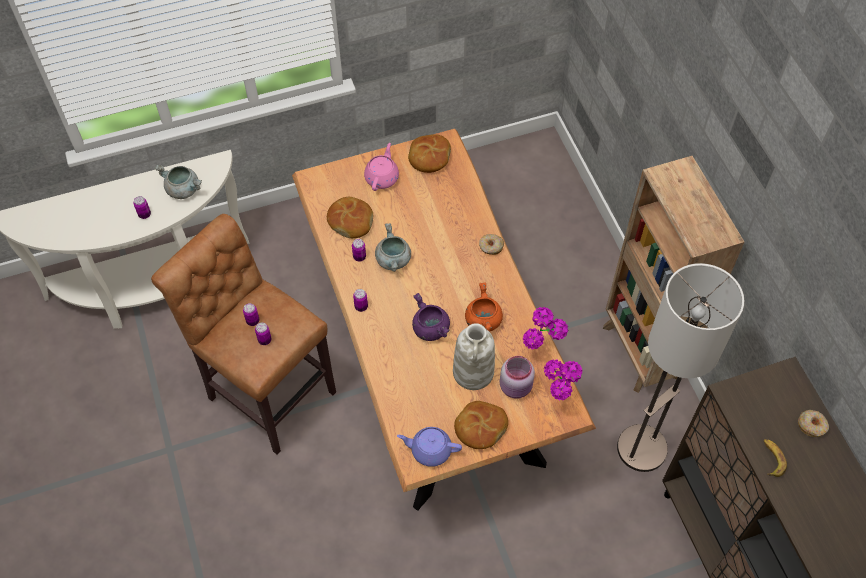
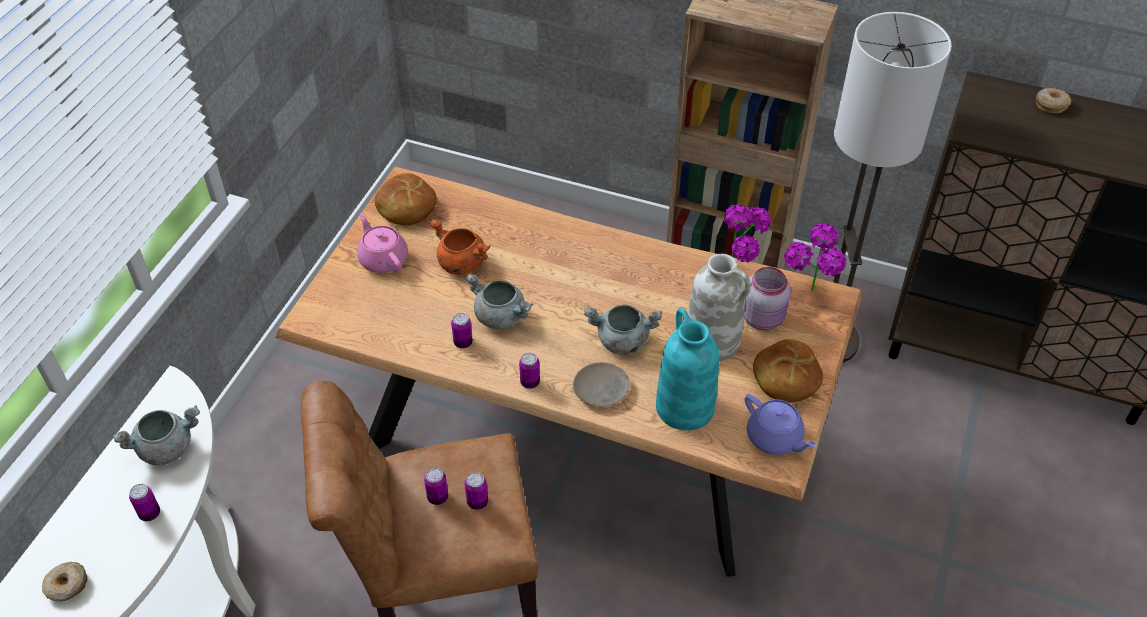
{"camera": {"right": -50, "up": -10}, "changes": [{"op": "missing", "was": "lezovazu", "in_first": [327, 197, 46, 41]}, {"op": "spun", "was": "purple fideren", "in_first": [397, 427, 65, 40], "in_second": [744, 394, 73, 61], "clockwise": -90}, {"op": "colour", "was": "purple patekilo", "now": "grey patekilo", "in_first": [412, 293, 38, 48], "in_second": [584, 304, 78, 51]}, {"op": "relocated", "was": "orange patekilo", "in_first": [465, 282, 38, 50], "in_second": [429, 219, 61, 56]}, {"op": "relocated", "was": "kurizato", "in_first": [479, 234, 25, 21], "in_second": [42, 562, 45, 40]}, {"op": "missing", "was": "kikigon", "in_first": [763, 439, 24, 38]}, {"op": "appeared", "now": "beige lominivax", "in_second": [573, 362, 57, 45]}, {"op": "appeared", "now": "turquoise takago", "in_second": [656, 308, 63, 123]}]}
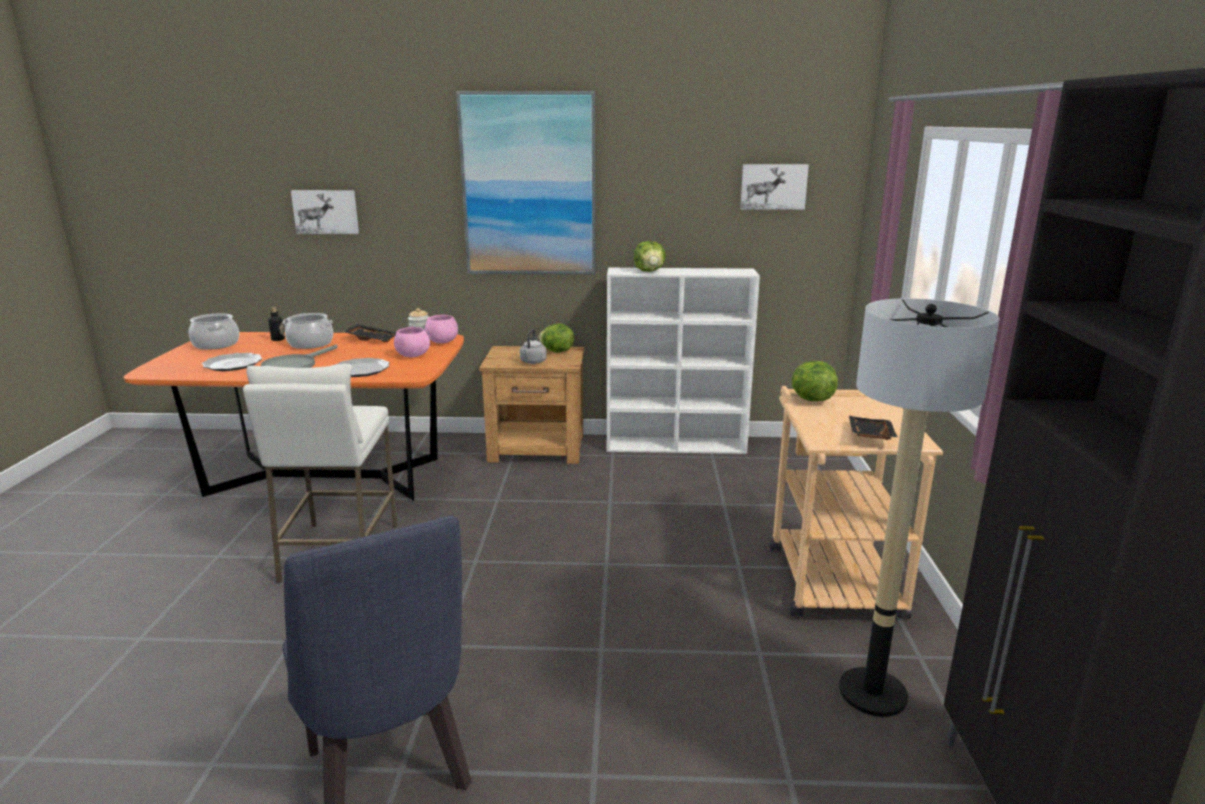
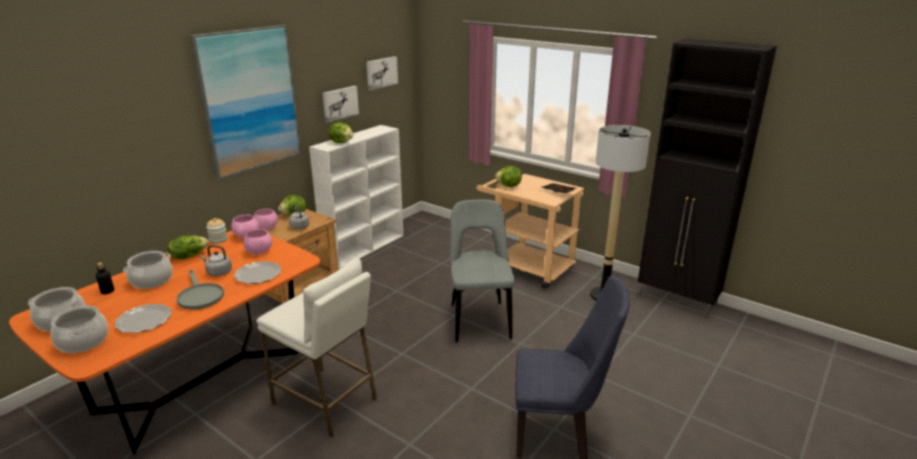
{"camera": {"right": -55, "up": 5}, "changes": [{"op": "relocated", "was": "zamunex", "in_first": [291, 190, 68, 44], "in_second": [323, 86, 36, 36]}, {"op": "exchanged", "was": "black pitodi", "now": "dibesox", "in_first": [343, 324, 53, 18], "in_second": [168, 235, 41, 24]}, {"op": "appeared", "now": "patekilo", "in_second": [50, 306, 58, 48]}, {"op": "appeared", "now": "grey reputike", "in_second": [201, 245, 31, 31]}, {"op": "appeared", "now": "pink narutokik", "in_second": [254, 209, 24, 21]}, {"op": "appeared", "now": "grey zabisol", "in_second": [450, 200, 65, 142]}]}
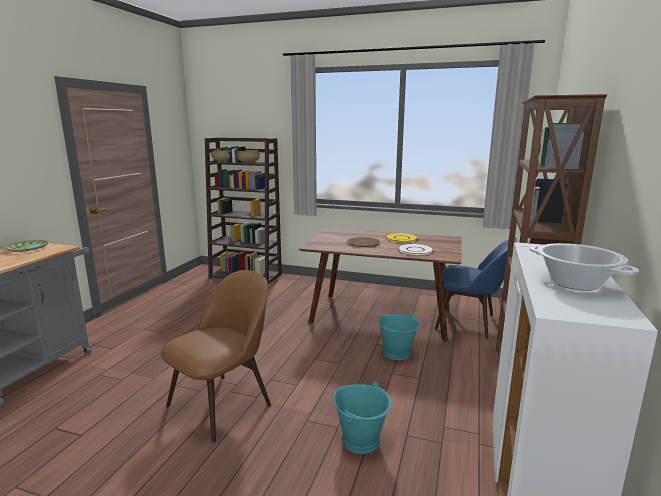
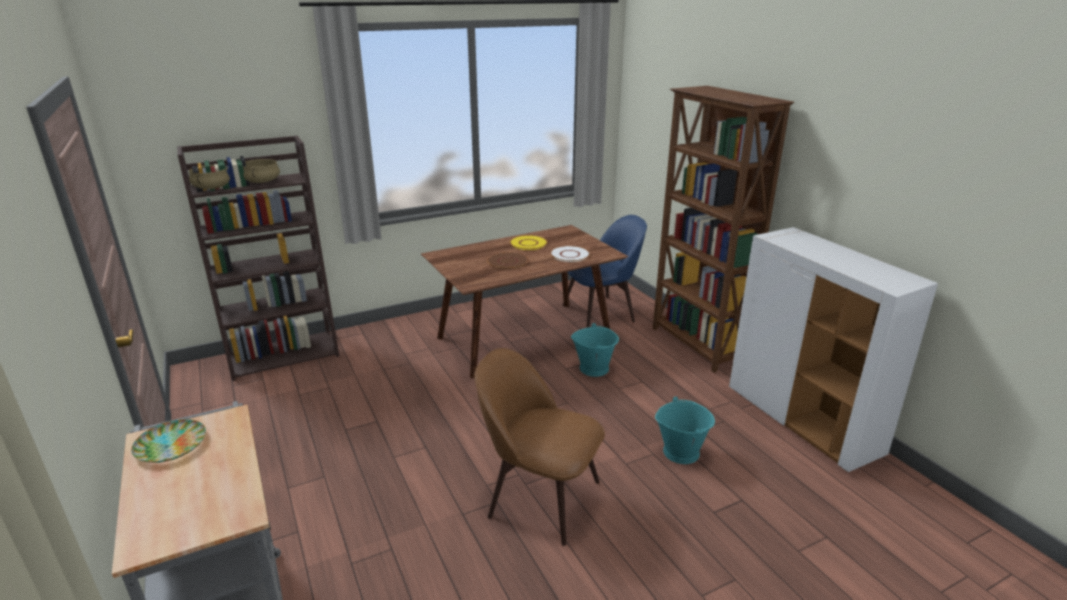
{"camera": {"right": -45, "up": 10}, "changes": [{"op": "spun", "was": "brown zabisol", "in_first": [160, 270, 111, 173], "in_second": [474, 348, 131, 198], "clockwise": -60}, {"op": "missing", "was": "patekilo", "in_first": [530, 243, 109, 48]}]}
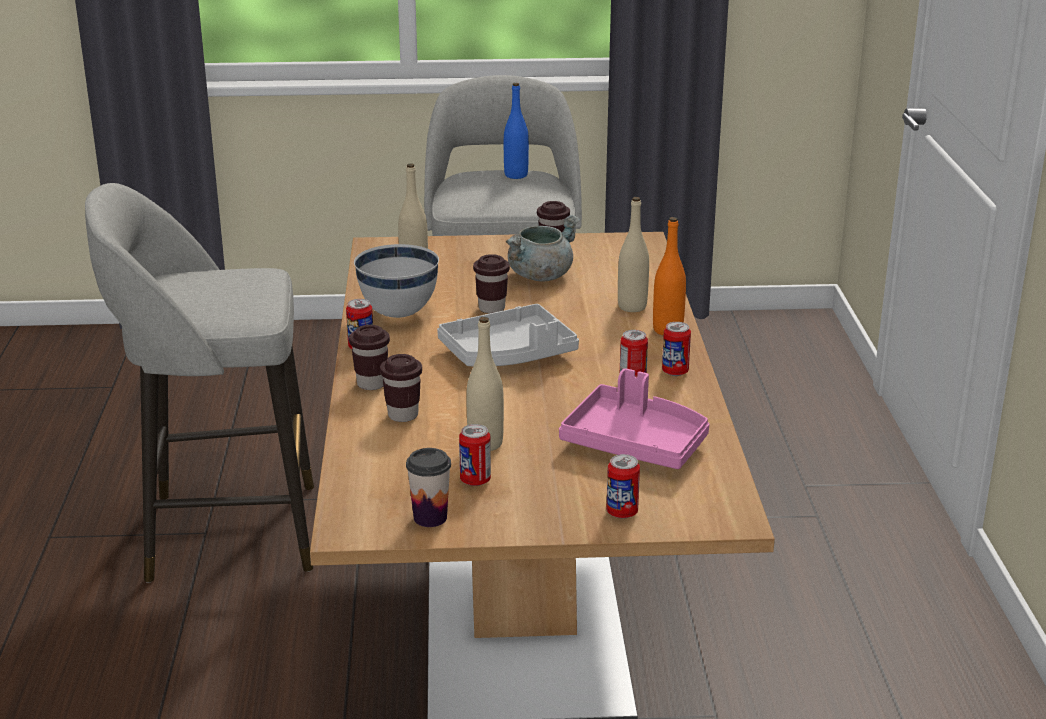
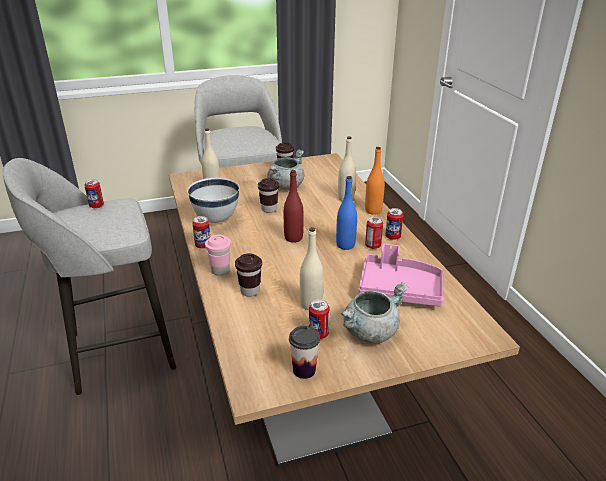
{"camera": {"right": -15, "up": 5}, "changes": [{"op": "colour", "was": "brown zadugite", "now": "pink zadugite", "in_first": [349, 325, 41, 65], "in_second": [205, 235, 26, 41]}, {"op": "exchanged", "was": "grey pitodi", "now": "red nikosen", "in_first": [437, 304, 142, 62], "in_second": [284, 170, 20, 73]}, {"op": "relocated", "was": "blue nikosen", "in_first": [504, 83, 25, 96], "in_second": [336, 176, 21, 74]}, {"op": "relocated", "was": "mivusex", "in_first": [606, 454, 34, 65], "in_second": [84, 179, 20, 29]}, {"op": "appeared", "now": "grey patekilo", "in_second": [341, 282, 67, 62]}]}
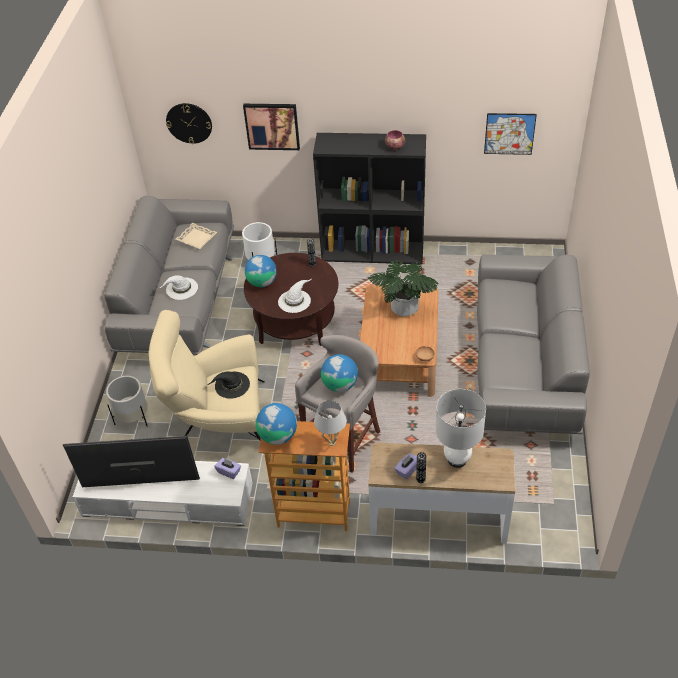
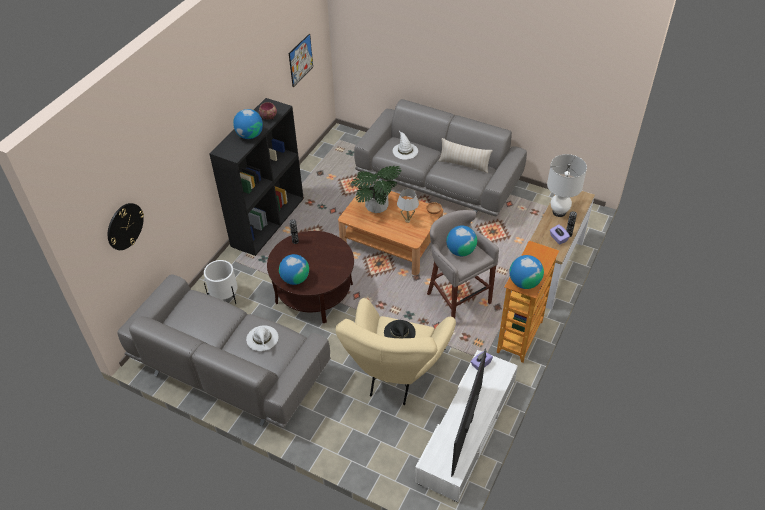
{"camera": {"right": -70, "up": 0}, "changes": [{"op": "missing", "was": "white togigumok", "in_first": [106, 376, 42, 50]}, {"op": "missing", "was": "beige pitodi", "in_first": [176, 223, 41, 26]}, {"op": "missing", "was": "zamunex", "in_first": [243, 104, 57, 46]}, {"op": "relocated", "was": "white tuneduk", "in_first": [278, 279, 33, 34], "in_second": [393, 131, 25, 29]}, {"op": "relocated", "was": "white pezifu", "in_first": [314, 400, 33, 46], "in_second": [397, 189, 22, 34]}, {"op": "appeared", "now": "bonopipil", "in_second": [233, 109, 30, 30]}, {"op": "appeared", "now": "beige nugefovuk", "in_second": [438, 138, 55, 35]}]}
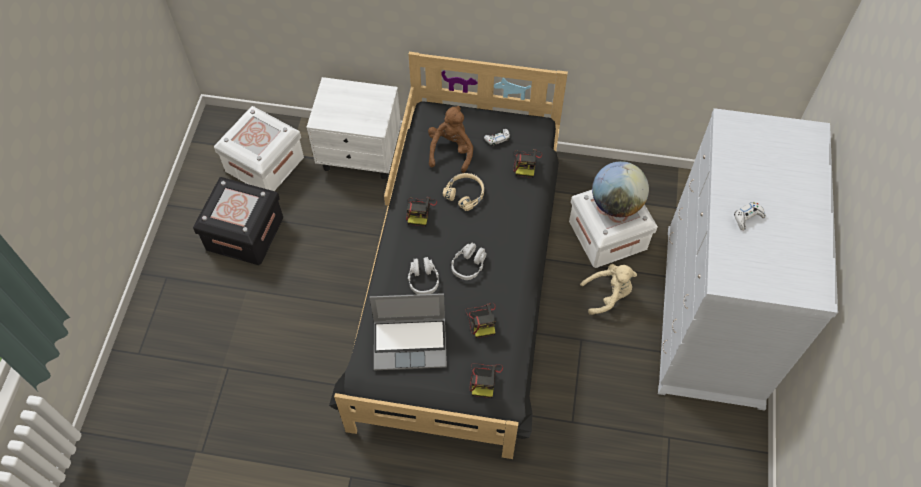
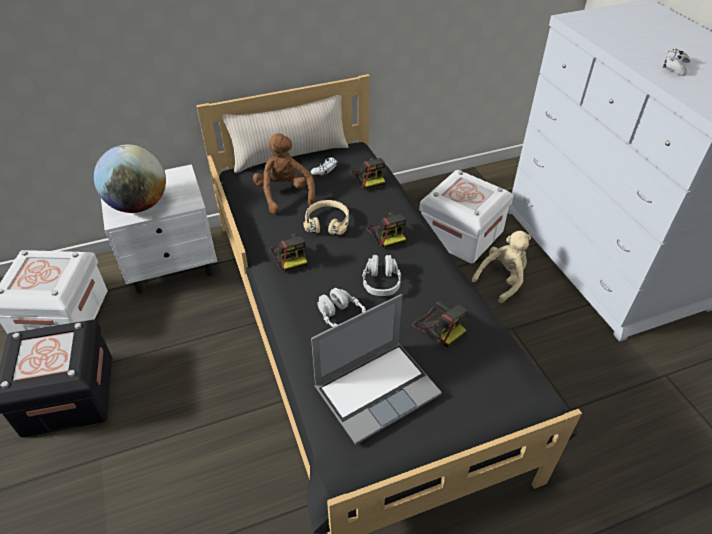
{"camera": {"right": -30, "up": -15}, "changes": [{"op": "relocated", "was": "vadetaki", "in_first": [469, 363, 34, 35], "in_second": [366, 212, 40, 37]}, {"op": "relocated", "was": "bonopipil", "in_first": [592, 161, 57, 56], "in_second": [94, 145, 72, 68]}, {"op": "appeared", "now": "beige nugefovuk", "in_second": [222, 95, 127, 78]}]}
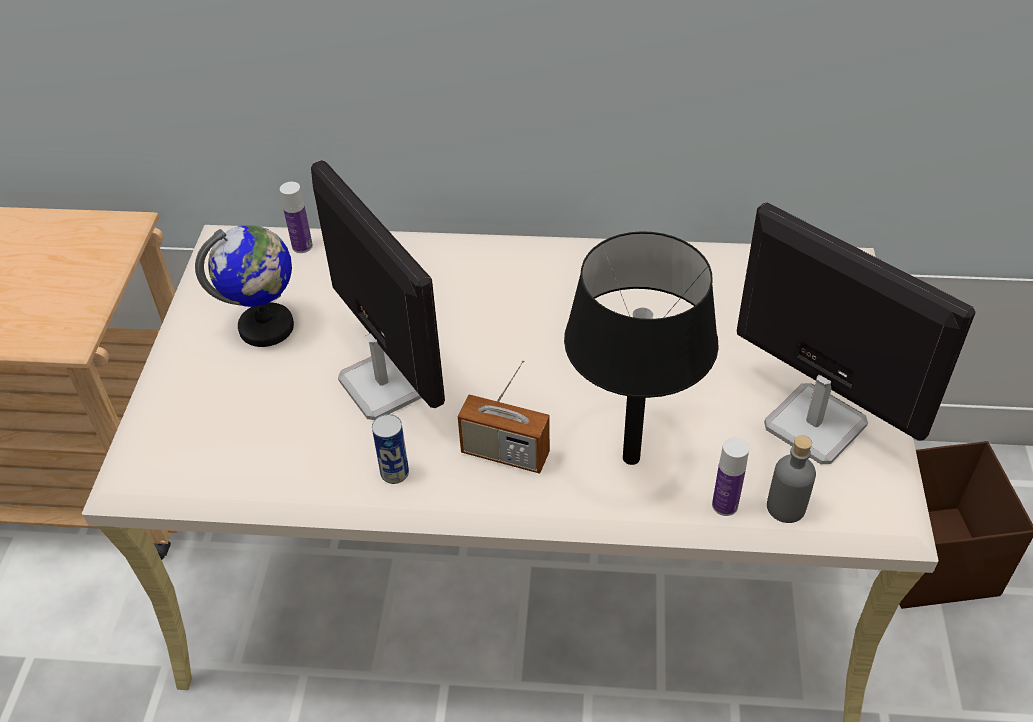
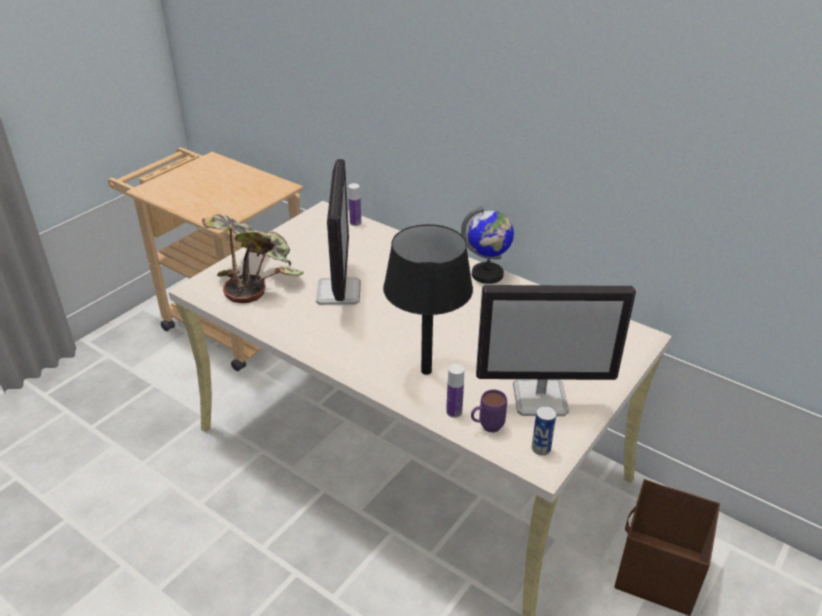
{"camera": {"right": 30, "up": -10}, "changes": [{"op": "relocated", "was": "bonopipil", "in_first": [195, 225, 99, 122], "in_second": [461, 206, 53, 78]}, {"op": "relocated", "was": "mivusex", "in_first": [372, 414, 37, 70], "in_second": [532, 406, 25, 50]}, {"op": "missing", "was": "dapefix", "in_first": [458, 360, 92, 114]}, {"op": "spun", "was": "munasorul", "in_first": [737, 202, 239, 262], "in_second": [476, 285, 160, 131], "clockwise": 105}, {"op": "exchanged", "was": "grey nikosen", "now": "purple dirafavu", "in_first": [767, 435, 49, 88], "in_second": [471, 390, 36, 43]}, {"op": "appeared", "now": "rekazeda", "in_second": [202, 214, 102, 89]}]}
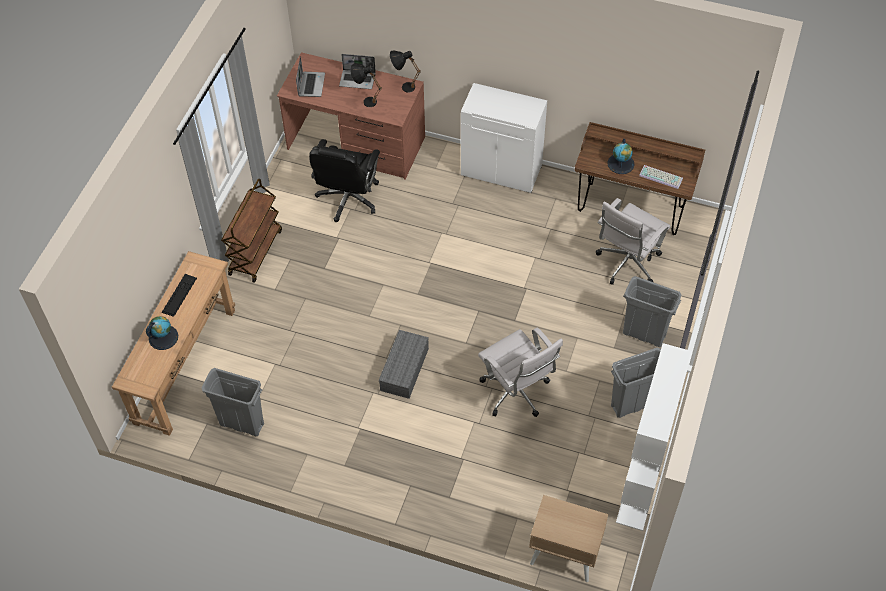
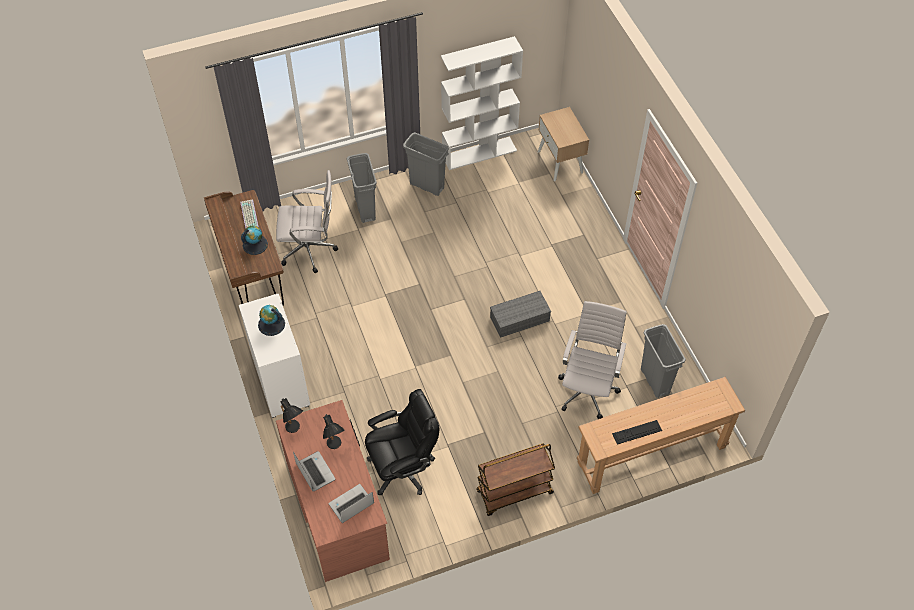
{"camera": {"right": -130, "up": 0}, "changes": [{"op": "relocated", "was": "bonopipil", "in_first": [146, 316, 32, 34], "in_second": [258, 305, 27, 31]}, {"op": "relocated", "was": "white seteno", "in_first": [478, 327, 85, 90], "in_second": [558, 301, 69, 118]}]}
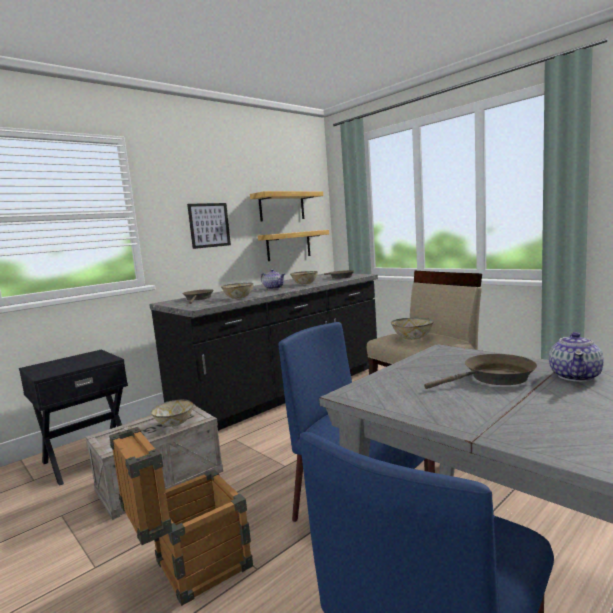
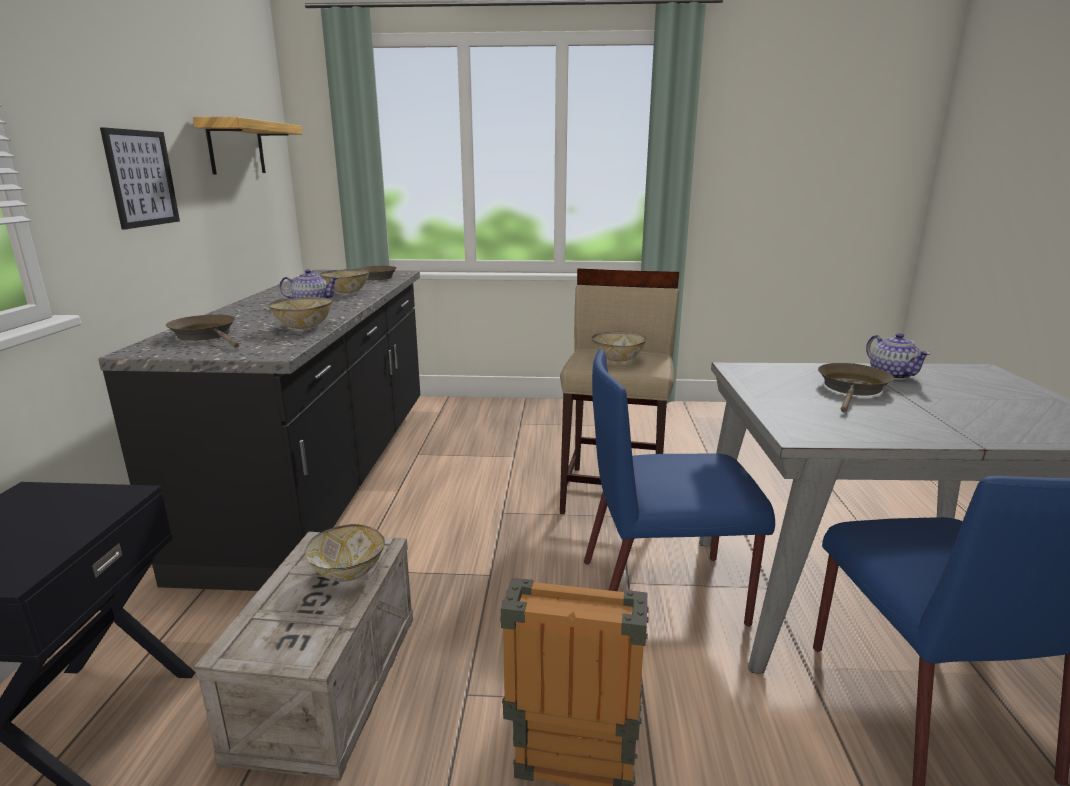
{"camera": {"right": -45, "up": 10}, "changes": [{"op": "missing", "was": "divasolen", "in_first": [258, 230, 71, 31]}]}
